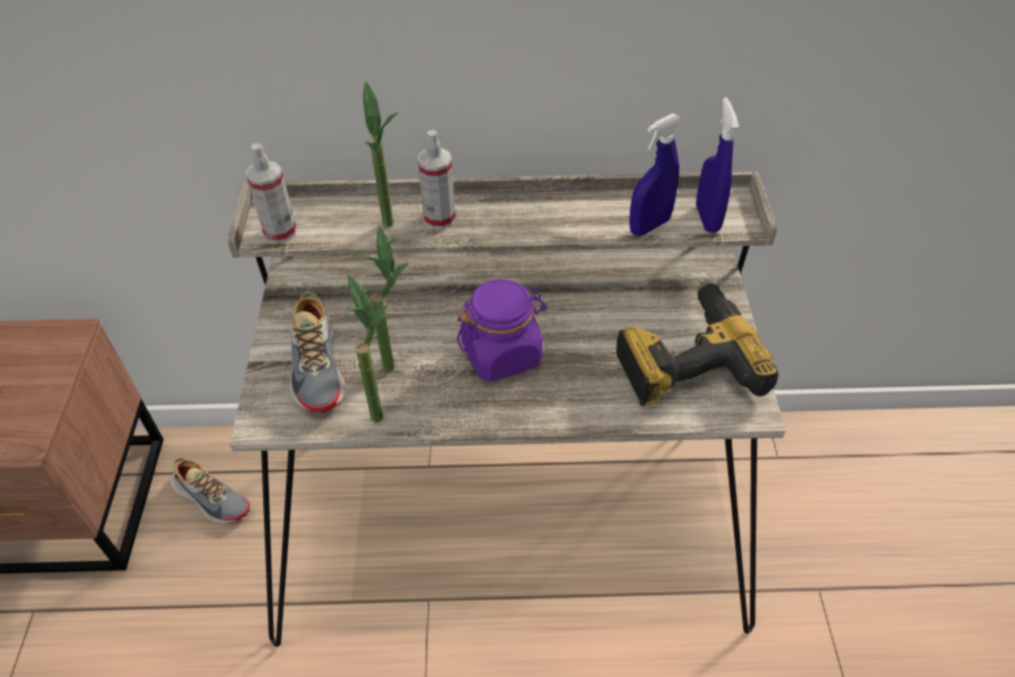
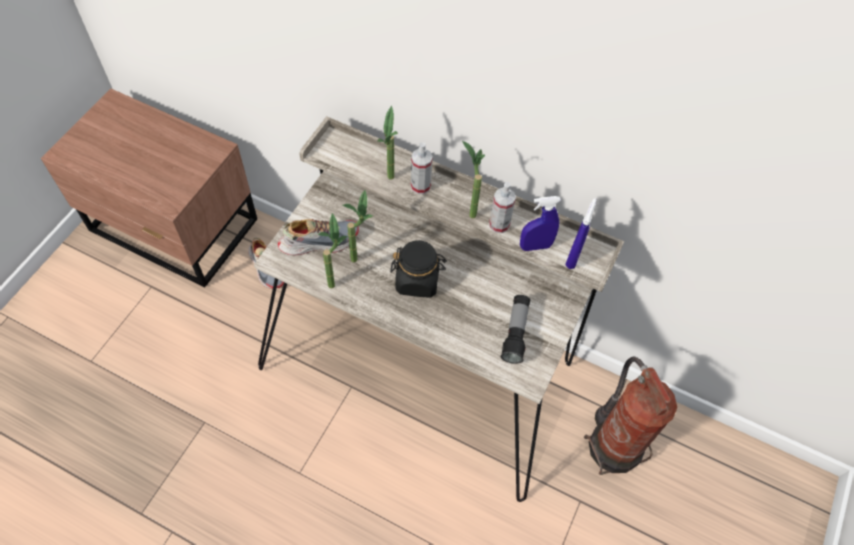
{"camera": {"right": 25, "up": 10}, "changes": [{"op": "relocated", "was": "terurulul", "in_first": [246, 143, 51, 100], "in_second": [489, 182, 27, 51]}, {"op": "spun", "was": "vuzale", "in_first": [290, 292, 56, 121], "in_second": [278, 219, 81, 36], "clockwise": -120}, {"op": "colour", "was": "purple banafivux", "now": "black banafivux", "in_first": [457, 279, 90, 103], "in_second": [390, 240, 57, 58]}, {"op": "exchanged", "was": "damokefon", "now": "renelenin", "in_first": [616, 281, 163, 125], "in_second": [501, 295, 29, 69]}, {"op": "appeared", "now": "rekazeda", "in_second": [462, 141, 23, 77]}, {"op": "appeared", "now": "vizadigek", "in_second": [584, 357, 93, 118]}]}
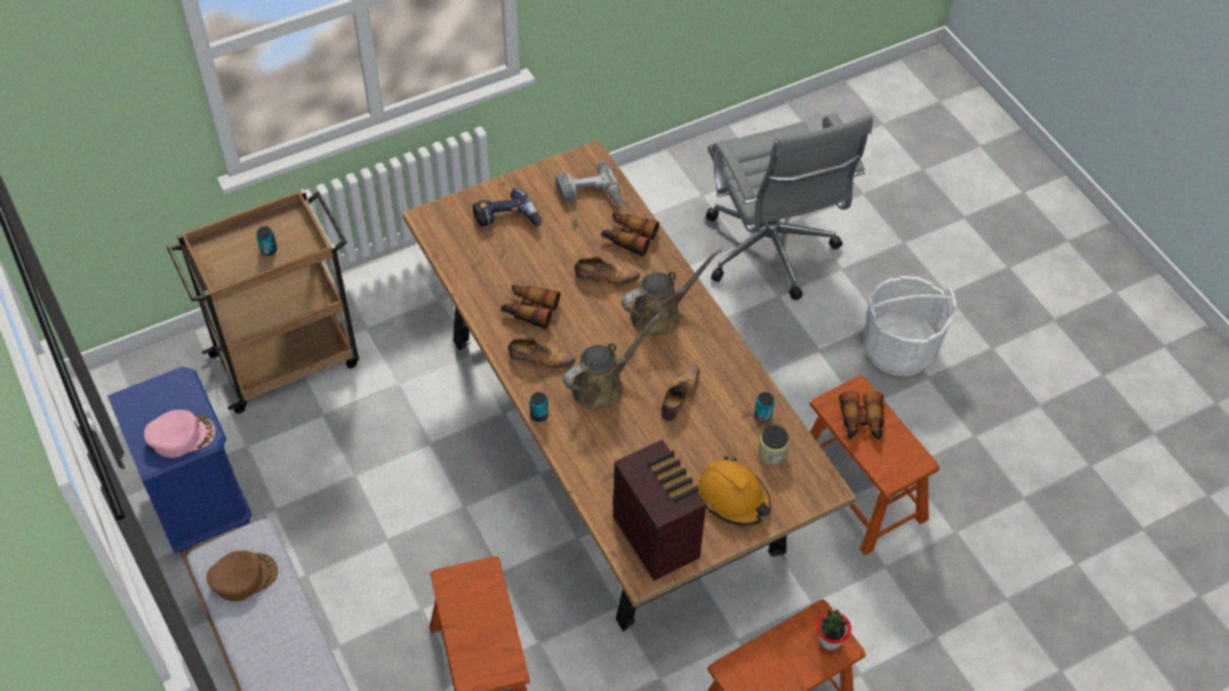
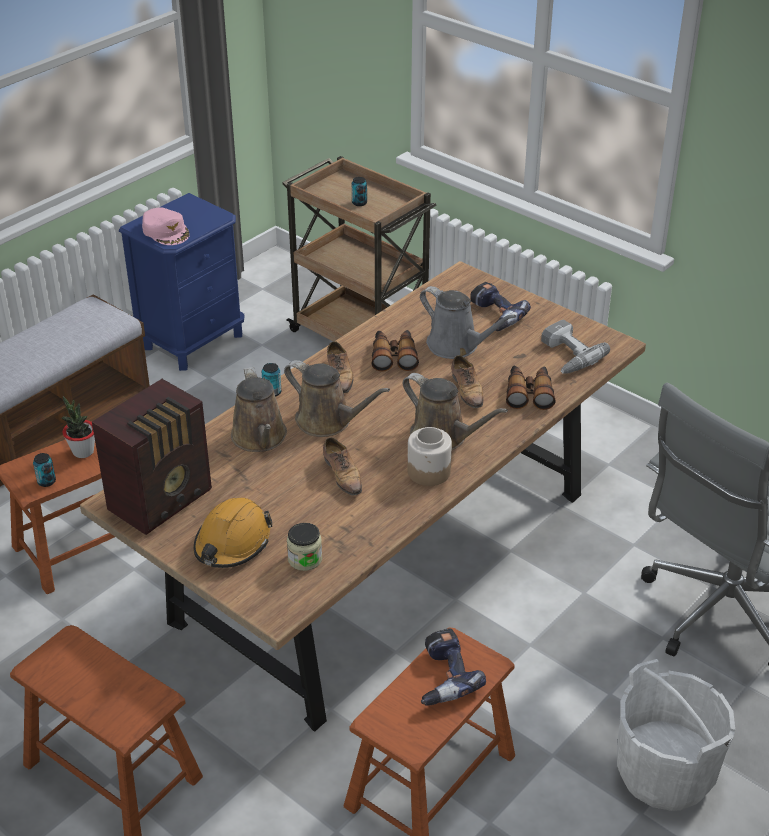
{"camera": {"right": 70, "up": -15}, "changes": [{"op": "missing", "was": "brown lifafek", "in_first": [206, 551, 72, 50]}, {"op": "spun", "was": "vuzale", "in_first": [661, 366, 39, 55], "in_second": [323, 437, 39, 60], "clockwise": 60}, {"op": "relocated", "was": "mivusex", "in_first": [754, 392, 21, 30], "in_second": [33, 453, 23, 34]}, {"op": "relocated", "was": "rekazeda", "in_first": [816, 610, 35, 40], "in_second": [61, 396, 34, 62]}, {"op": "exchanged", "was": "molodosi", "now": "damokefon", "in_first": [839, 391, 45, 49], "in_second": [421, 628, 65, 78]}, {"op": "appeared", "now": "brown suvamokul", "in_second": [231, 367, 56, 85]}, {"op": "appeared", "now": "banafivux", "in_second": [407, 427, 45, 59]}, {"op": "appeared", "now": "grey suvamokul", "in_second": [420, 286, 97, 73]}]}
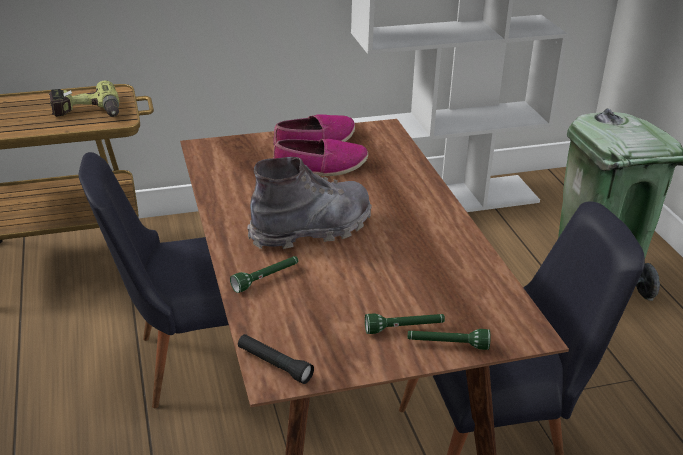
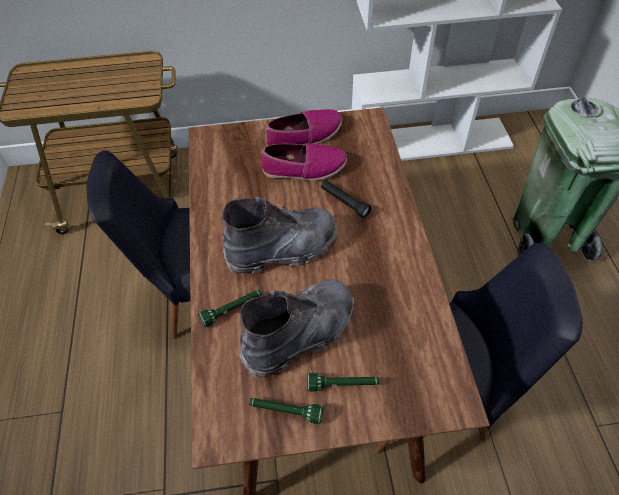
{"camera": {"right": 10, "up": 20}, "changes": [{"op": "missing", "was": "damokefon", "in_first": [49, 80, 70, 37]}, {"op": "relocated", "was": "black renelenin", "in_first": [238, 334, 76, 50], "in_second": [321, 180, 50, 38]}, {"op": "relocated", "was": "green renelenin", "in_first": [408, 329, 83, 21], "in_second": [249, 398, 74, 26]}, {"op": "appeared", "now": "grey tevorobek", "in_second": [239, 280, 115, 98]}]}
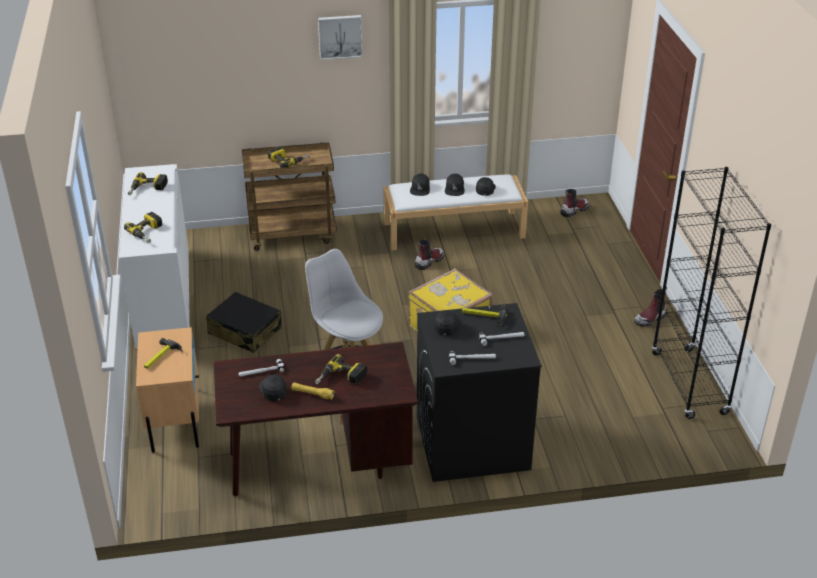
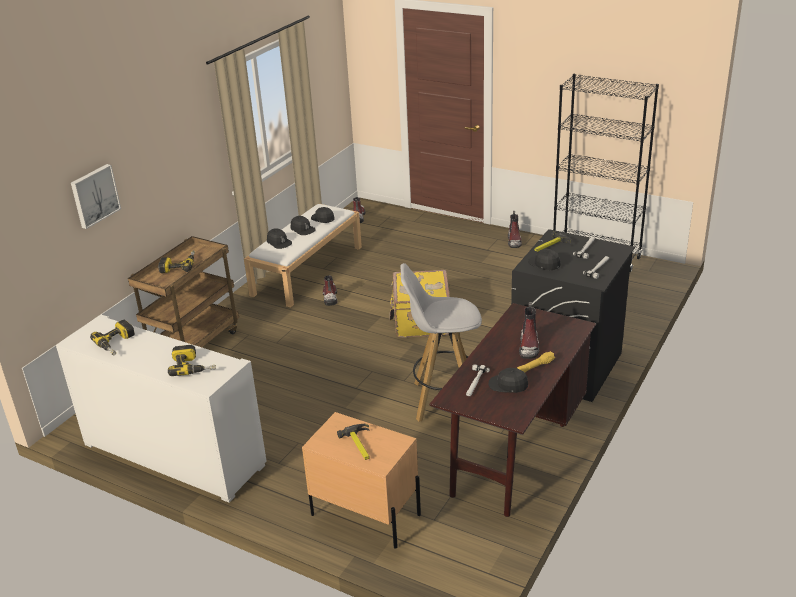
{"camera": {"right": -50, "up": -5}, "changes": [{"op": "missing", "was": "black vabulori", "in_first": [206, 292, 76, 61]}, {"op": "exchanged", "was": "damokefon", "now": "tevorobek", "in_first": [315, 354, 52, 30], "in_second": [519, 302, 20, 57]}, {"op": "relocated", "was": "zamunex", "in_first": [318, 15, 45, 45], "in_second": [71, 164, 50, 65]}]}
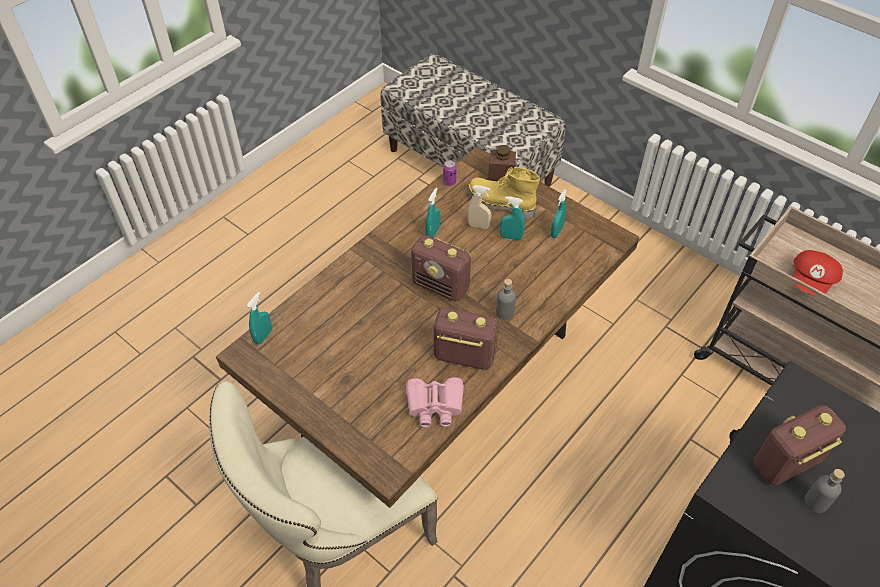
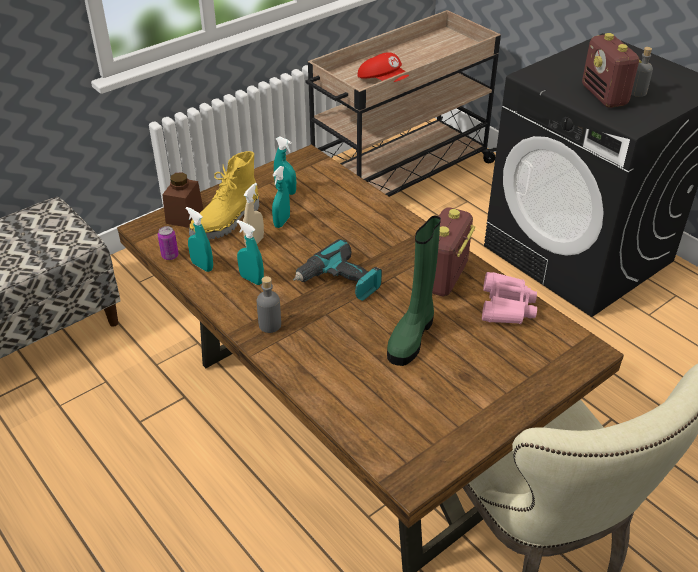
{"camera": {"right": -80, "up": -10}, "changes": [{"op": "relocated", "was": "turquoise terurulul", "in_first": [247, 292, 25, 53], "in_second": [186, 207, 27, 65]}, {"op": "exchanged", "was": "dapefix", "now": "damokefon", "in_first": [411, 235, 60, 66], "in_second": [293, 239, 89, 62]}, {"op": "relocated", "was": "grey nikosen", "in_first": [496, 279, 20, 41], "in_second": [257, 276, 24, 57]}, {"op": "appeared", "now": "green tevorobek", "in_second": [387, 216, 54, 150]}]}
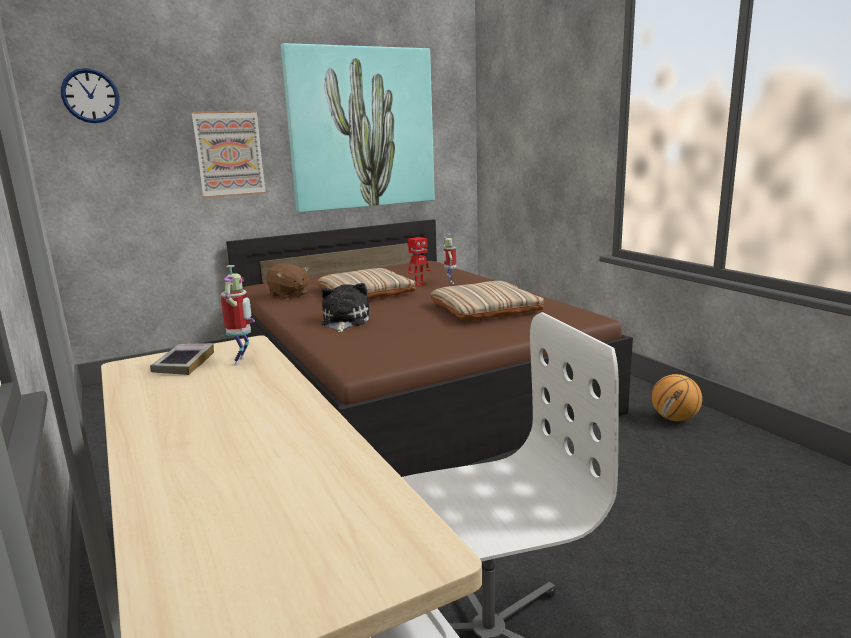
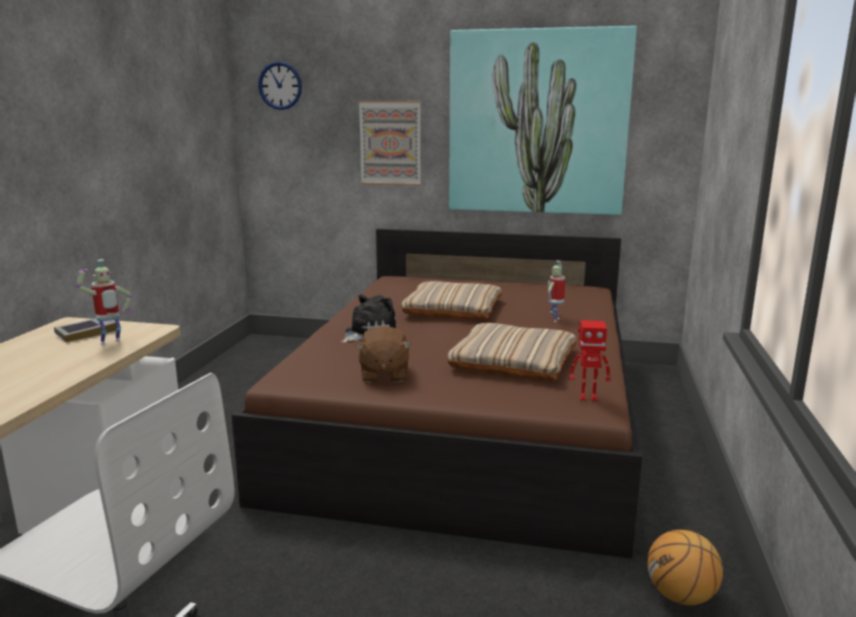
{"camera": {"right": 40, "up": 0}, "changes": [{"op": "relocated", "was": "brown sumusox", "in_first": [266, 263, 43, 37], "in_second": [355, 326, 56, 57]}, {"op": "relocated", "was": "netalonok", "in_first": [408, 237, 23, 49], "in_second": [569, 320, 42, 82]}]}
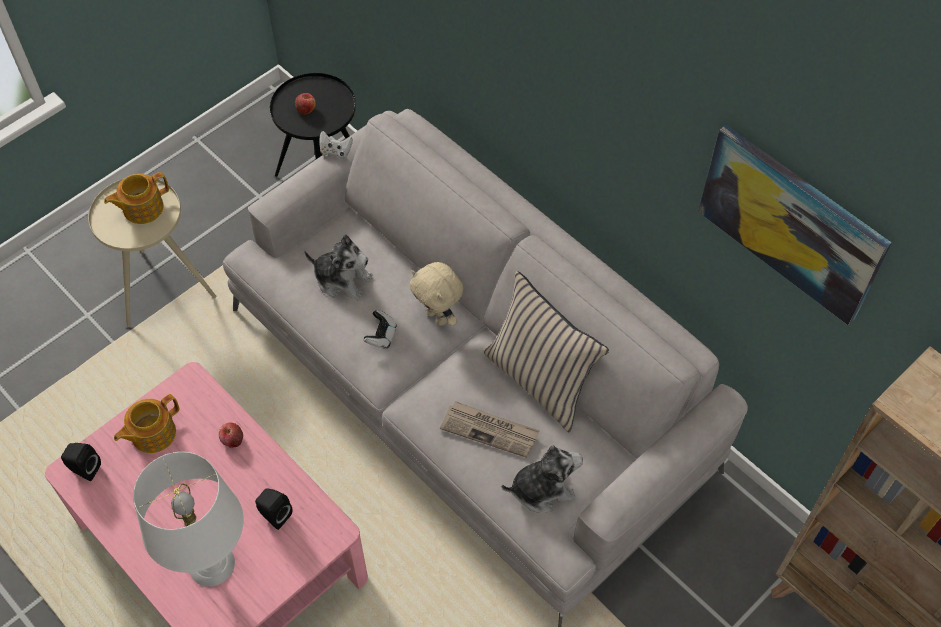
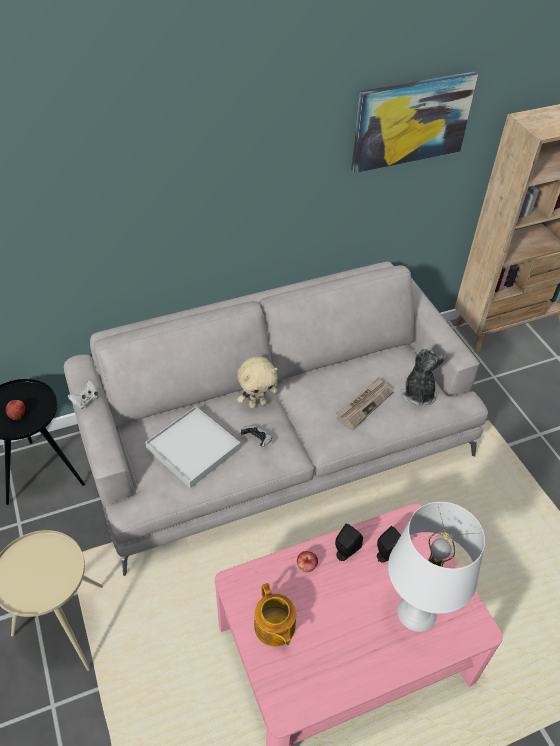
{"camera": {"right": -70, "up": -10}, "changes": [{"op": "relocated", "was": "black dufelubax", "in_first": [61, 443, 40, 38], "in_second": [335, 523, 28, 38]}, {"op": "missing", "was": "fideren", "in_first": [104, 172, 65, 52]}, {"op": "exchanged", "was": "sumusox", "now": "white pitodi", "in_first": [304, 235, 69, 65], "in_second": [145, 406, 96, 82]}, {"op": "missing", "was": "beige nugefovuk", "in_first": [484, 271, 125, 161]}]}
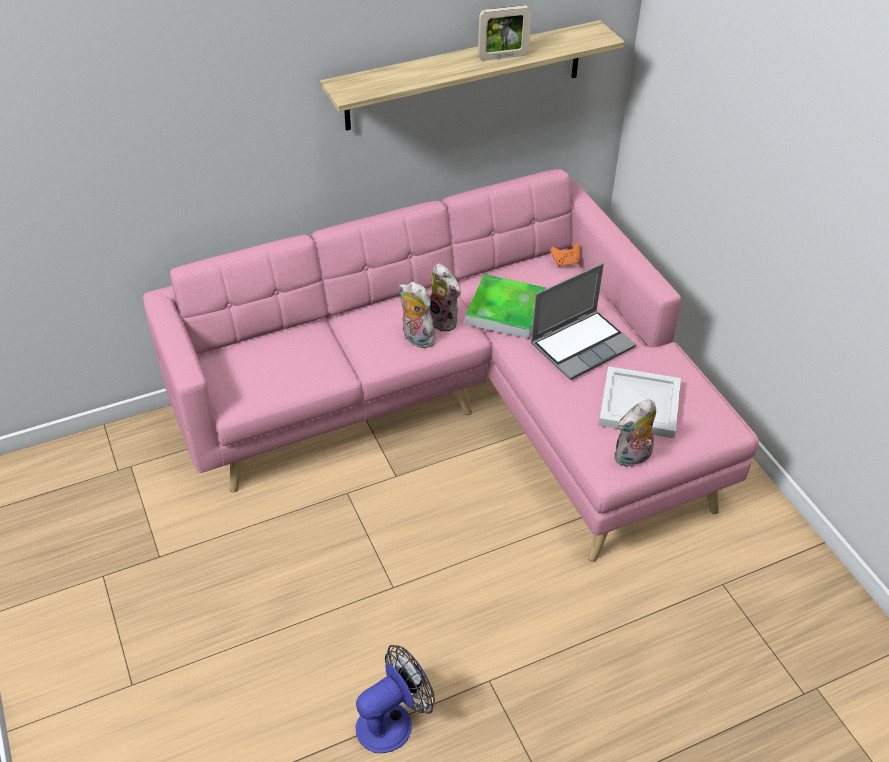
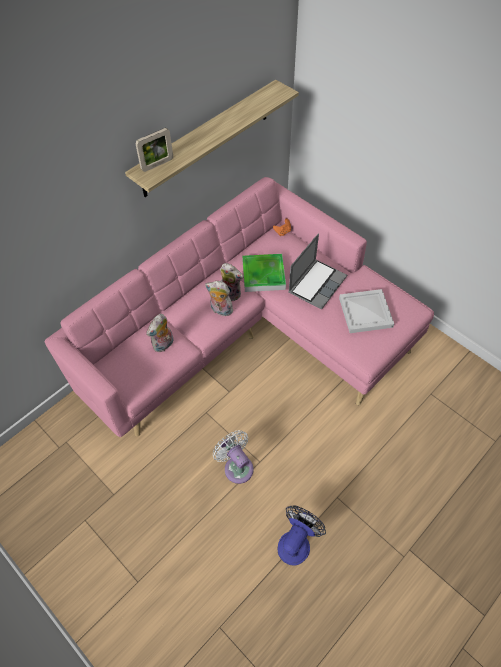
{"camera": {"right": -20, "up": 10}, "changes": [{"op": "relocated", "was": "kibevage", "in_first": [478, 5, 53, 56], "in_second": [135, 128, 38, 44]}, {"op": "relocated", "was": "sumusox", "in_first": [614, 399, 42, 68], "in_second": [146, 314, 28, 38]}, {"op": "appeared", "now": "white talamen", "in_second": [213, 430, 41, 54]}]}
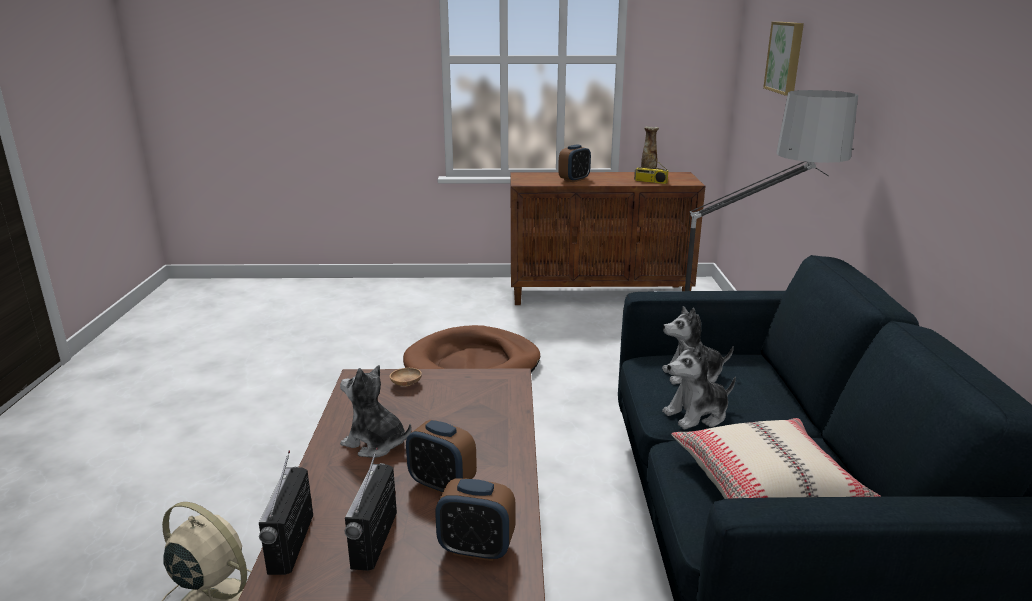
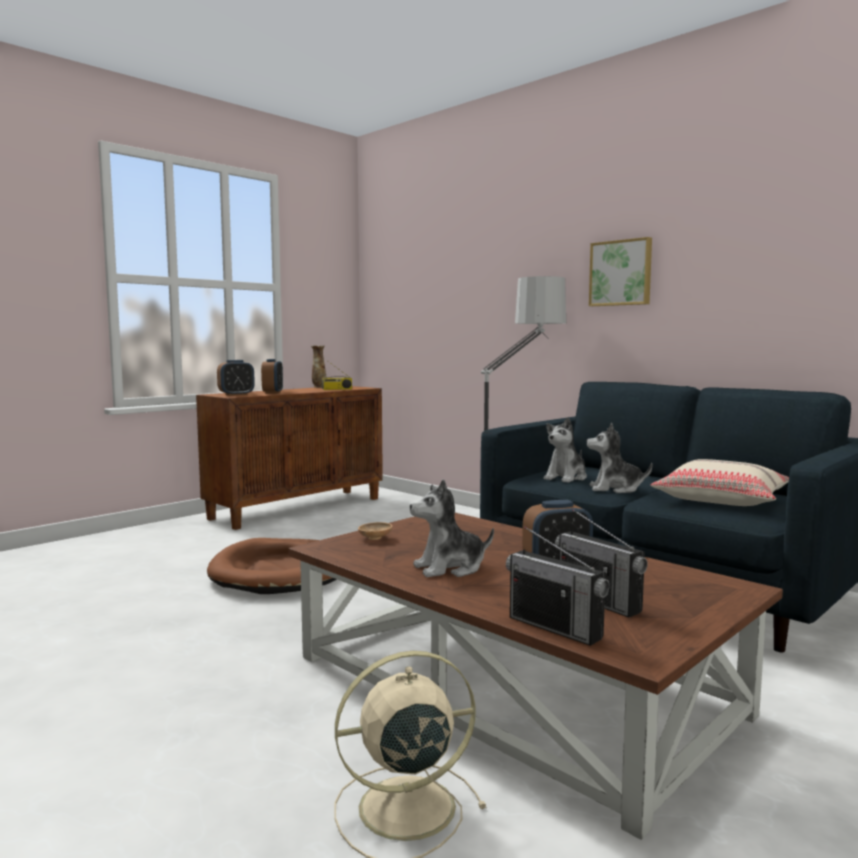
{"camera": {"right": -45, "up": -15}, "changes": [{"op": "relocated", "was": "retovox", "in_first": [435, 478, 81, 83], "in_second": [217, 360, 38, 36]}, {"op": "spun", "was": "sumusox", "in_first": [662, 340, 74, 89], "in_second": [587, 423, 65, 70], "clockwise": 75}, {"op": "relocated", "was": "zamunex", "in_first": [763, 22, 41, 74], "in_second": [589, 237, 63, 69]}]}
